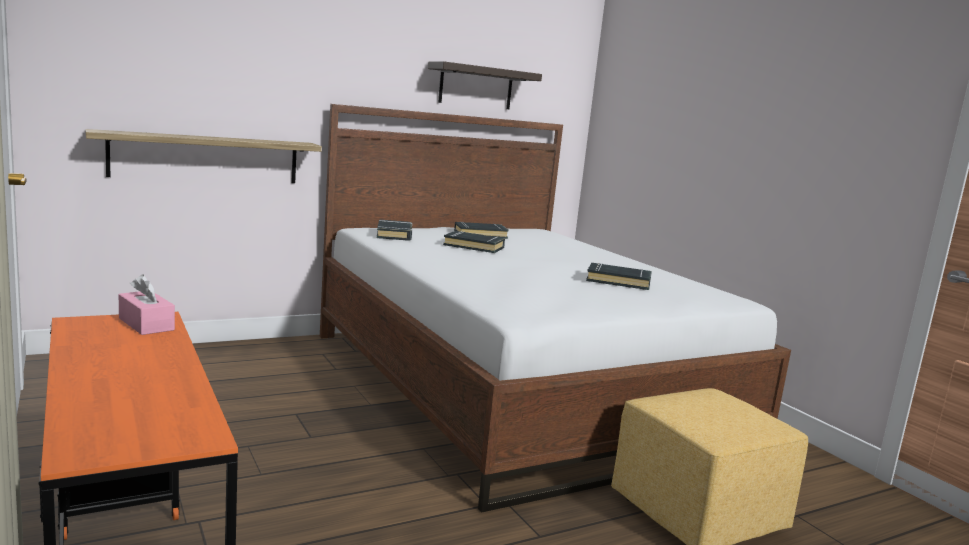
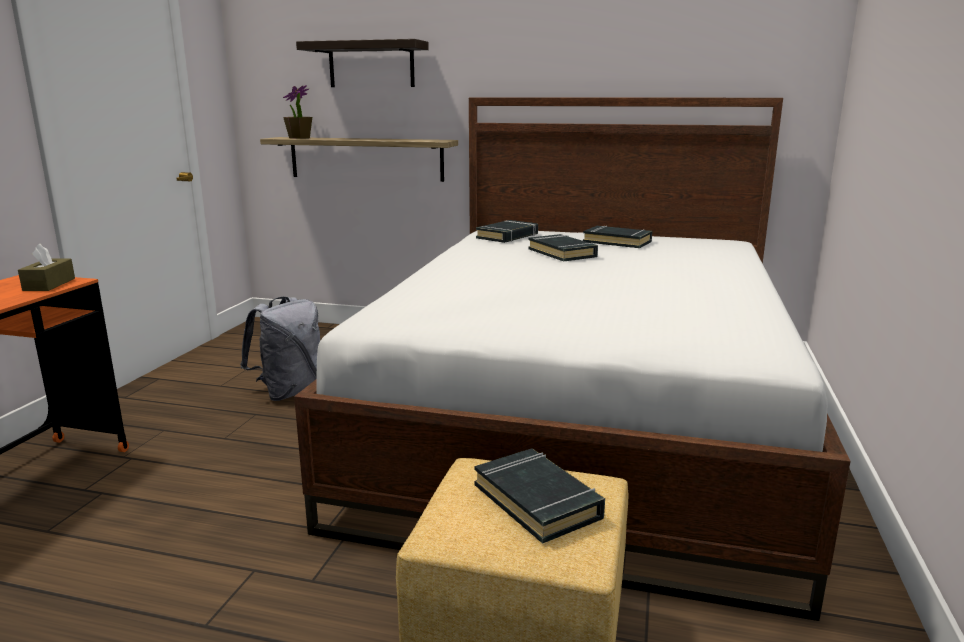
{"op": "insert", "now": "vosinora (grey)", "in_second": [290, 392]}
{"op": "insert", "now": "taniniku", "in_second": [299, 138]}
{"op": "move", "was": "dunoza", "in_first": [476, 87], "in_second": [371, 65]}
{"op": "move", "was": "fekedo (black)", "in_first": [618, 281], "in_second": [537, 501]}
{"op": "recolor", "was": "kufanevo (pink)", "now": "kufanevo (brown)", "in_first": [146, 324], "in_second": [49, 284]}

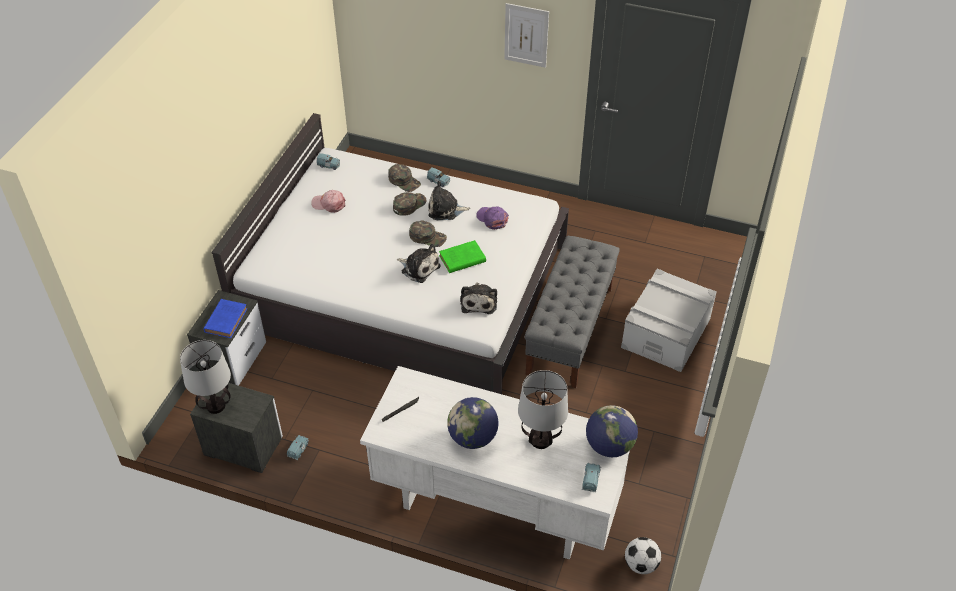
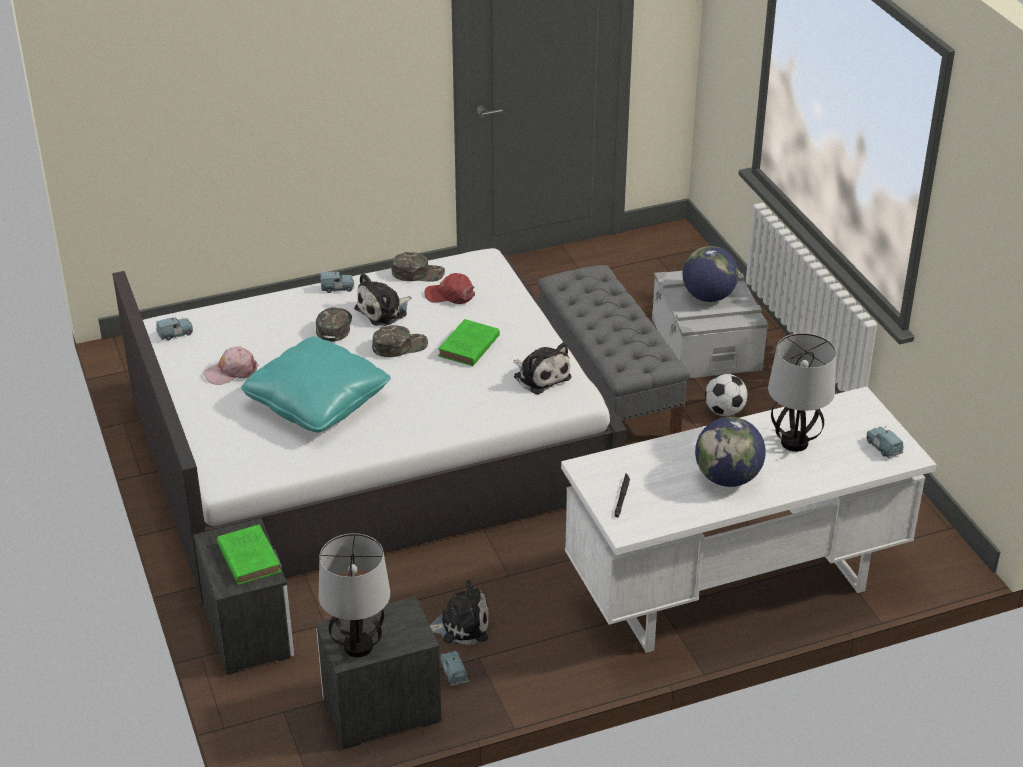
{"op": "delete", "was": "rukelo", "in_first": [526, 35]}
{"op": "insert", "now": "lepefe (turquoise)", "in_second": [317, 401]}
{"op": "move", "was": "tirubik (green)", "in_first": [404, 181], "in_second": [418, 273]}
{"op": "move", "was": "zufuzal", "in_first": [419, 268], "in_second": [461, 625]}
{"op": "move", "was": "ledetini", "in_first": [609, 446], "in_second": [708, 297]}
{"op": "move", "was": "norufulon", "in_first": [641, 564], "in_second": [724, 411]}
{"op": "recolor", "was": "fekedo (blue)", "now": "fekedo (green)", "in_first": [226, 319], "in_second": [248, 557]}
{"op": "recolor", "was": "tirubik (purple)", "now": "tirubik (red)", "in_first": [492, 219], "in_second": [450, 295]}

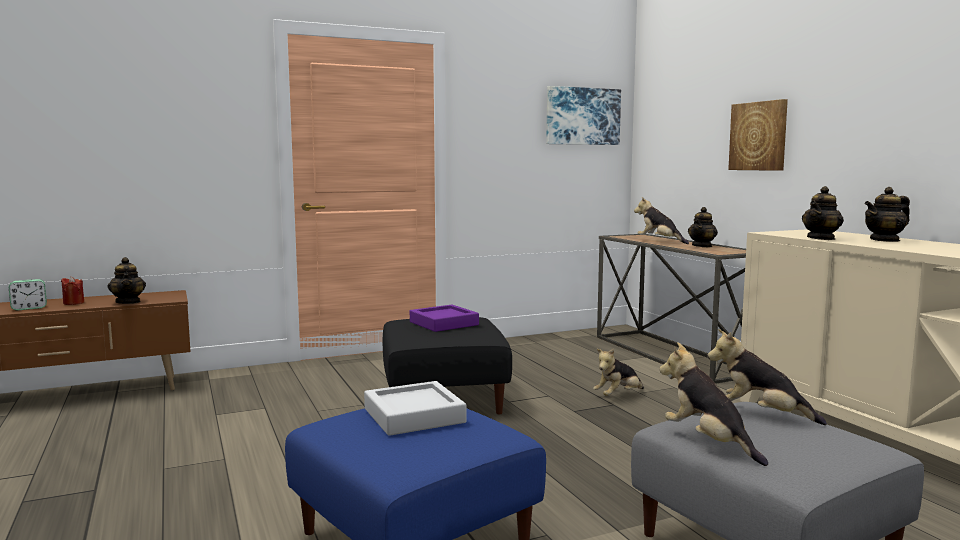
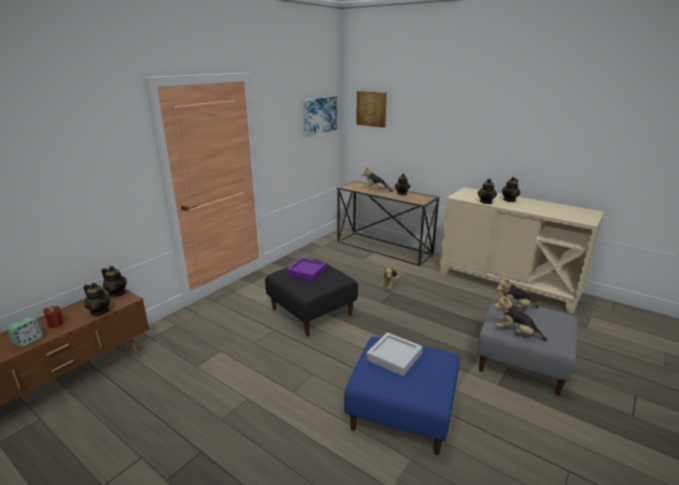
{"op": "insert", "now": "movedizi", "in_second": [117, 293]}
{"op": "move", "was": "rukelo", "in_first": [758, 136], "in_second": [371, 108]}

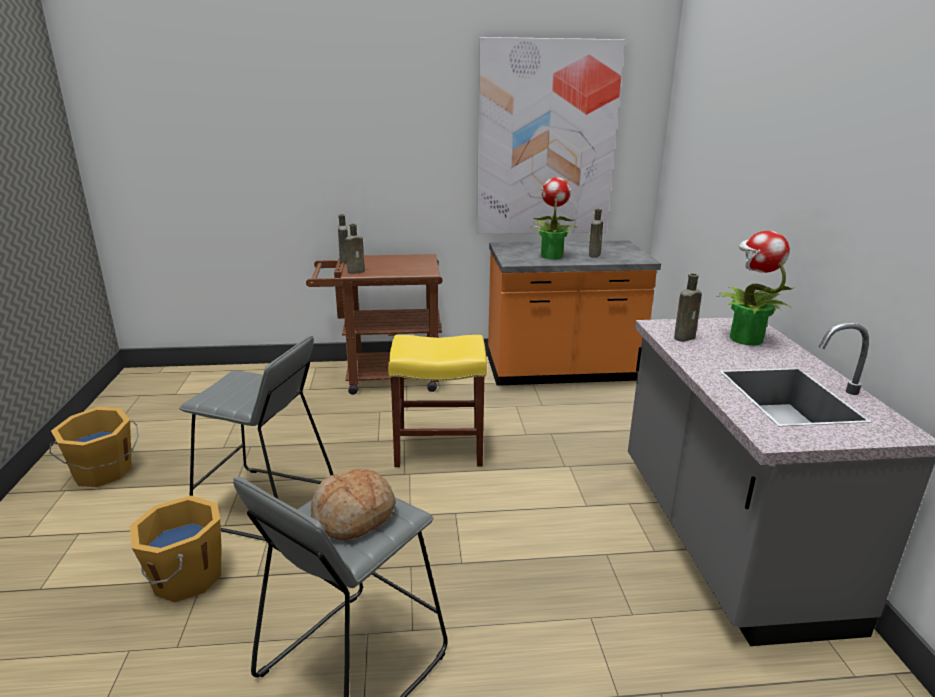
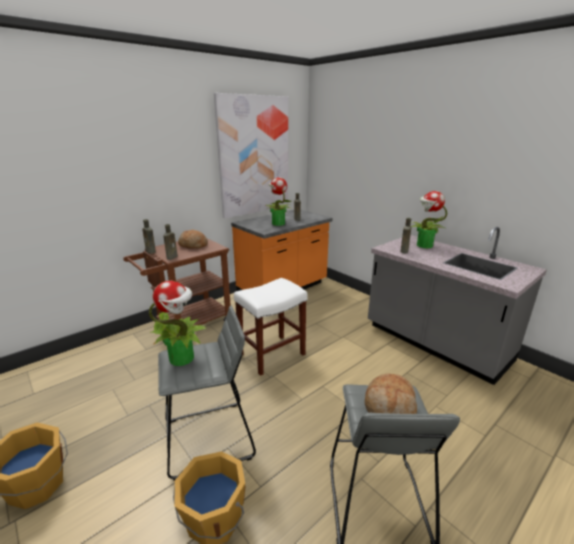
{"op": "insert", "now": "taniniku", "in_second": [182, 358]}
{"op": "insert", "now": "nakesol", "in_second": [193, 245]}
{"op": "recolor", "was": "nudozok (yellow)", "now": "nudozok (white)", "in_first": [440, 448], "in_second": [272, 354]}

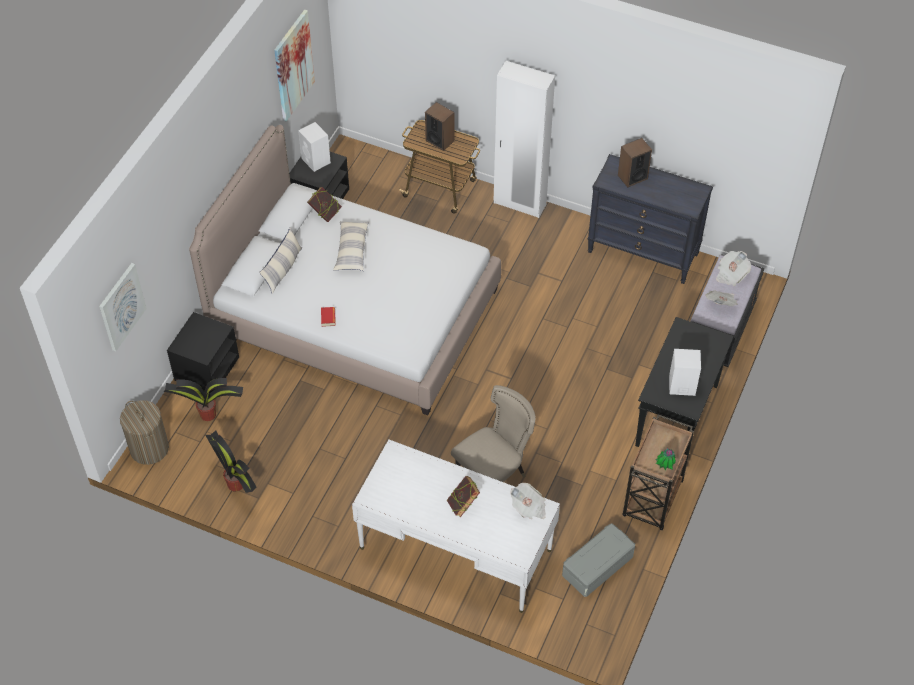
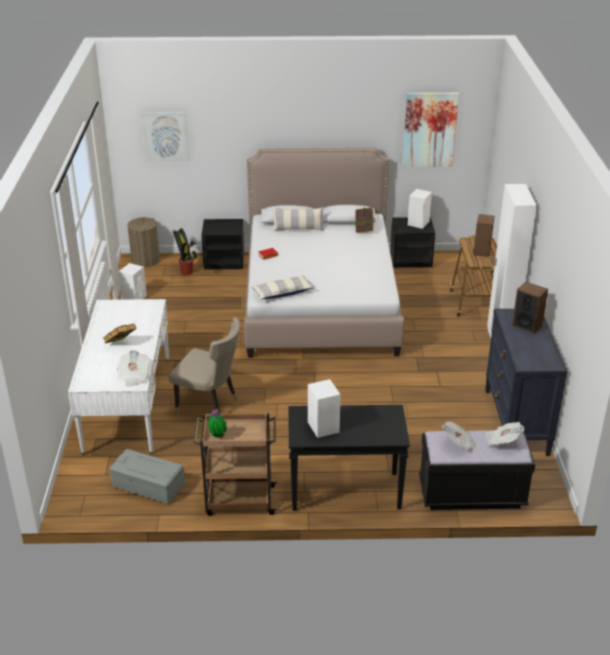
{"op": "move", "was": "lepefe", "in_first": [351, 250], "in_second": [283, 293]}
{"op": "replace", "was": "taniniku", "now": "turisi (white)", "in_first": [236, 485], "in_second": [134, 298]}

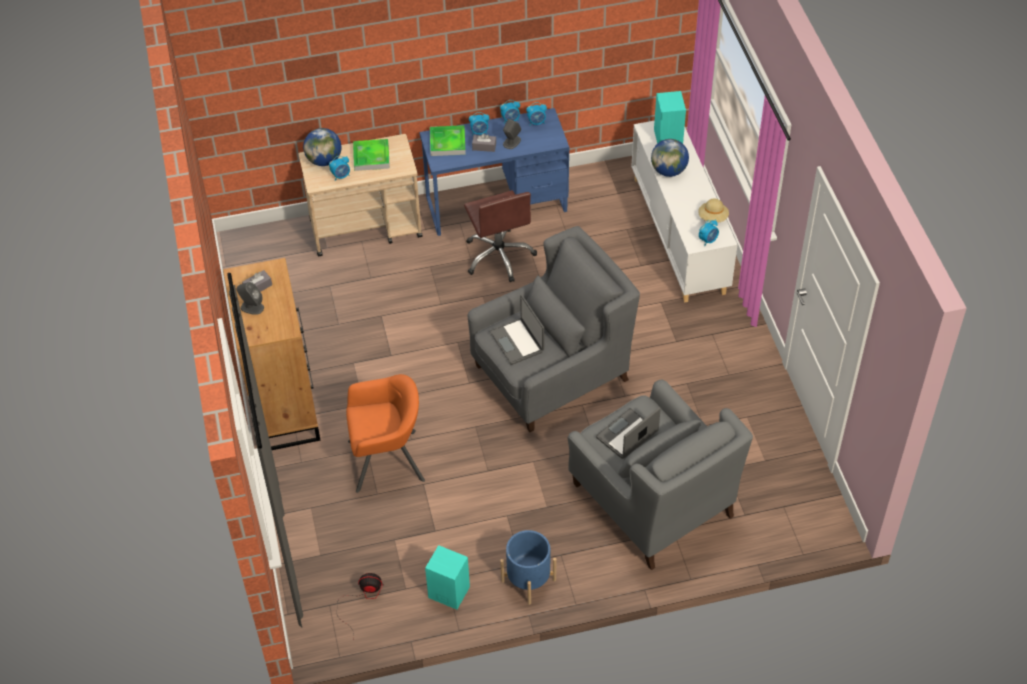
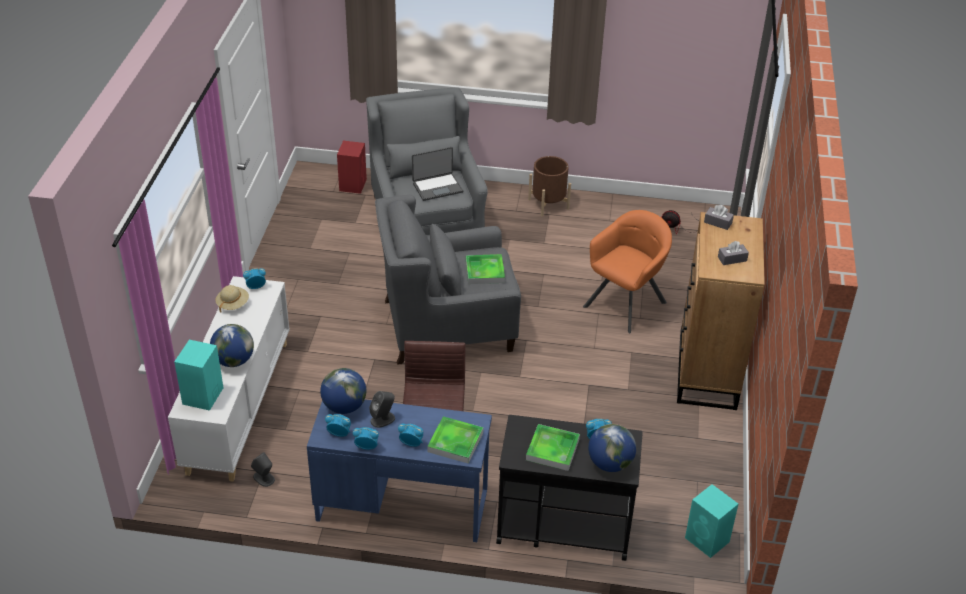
{"op": "insert", "now": "ledetini", "in_second": [344, 407]}
{"op": "insert", "now": "turisi (red)", "in_second": [353, 184]}
{"op": "move", "was": "turisi (grey)", "in_first": [252, 307], "in_second": [264, 478]}
{"op": "move", "was": "turisi (turquoise)", "in_first": [448, 592], "in_second": [708, 540]}
{"op": "move", "was": "kufanevo (grey)", "in_first": [484, 147], "in_second": [718, 222]}
{"op": "replace", "was": "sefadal", "now": "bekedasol", "in_first": [517, 341], "in_second": [485, 271]}
{"op": "recolor", "was": "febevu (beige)", "now": "febevu (black)", "in_first": [366, 228], "in_second": [563, 525]}
{"op": "recolor", "was": "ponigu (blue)", "now": "ponigu (brown)", "in_first": [528, 580], "in_second": [548, 204]}
{"op": "rotate", "was": "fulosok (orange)", "in_first": [387, 461], "in_second": [625, 304], "clockwise": 120}

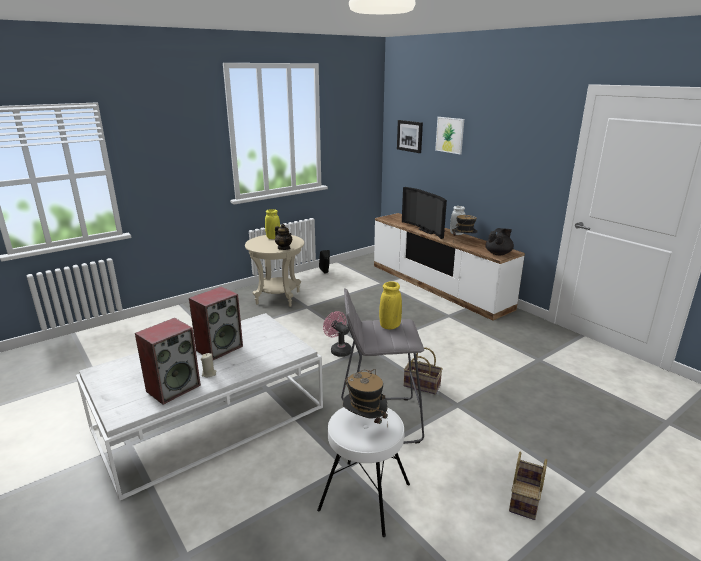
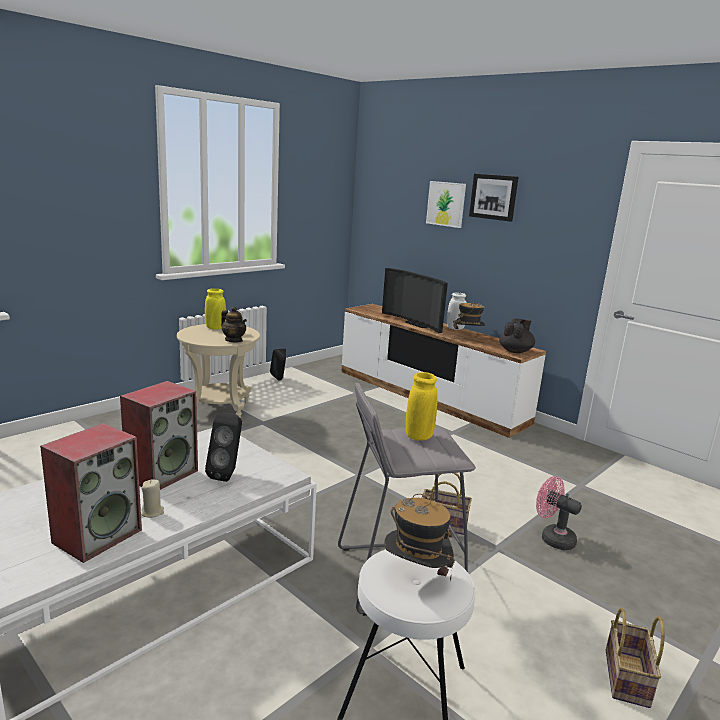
{"op": "insert", "now": "turisi (black)", "in_second": [227, 474]}
{"op": "move", "was": "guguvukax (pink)", "in_first": [338, 350], "in_second": [552, 538]}
{"op": "move", "was": "rukelo", "in_first": [410, 136], "in_second": [493, 197]}

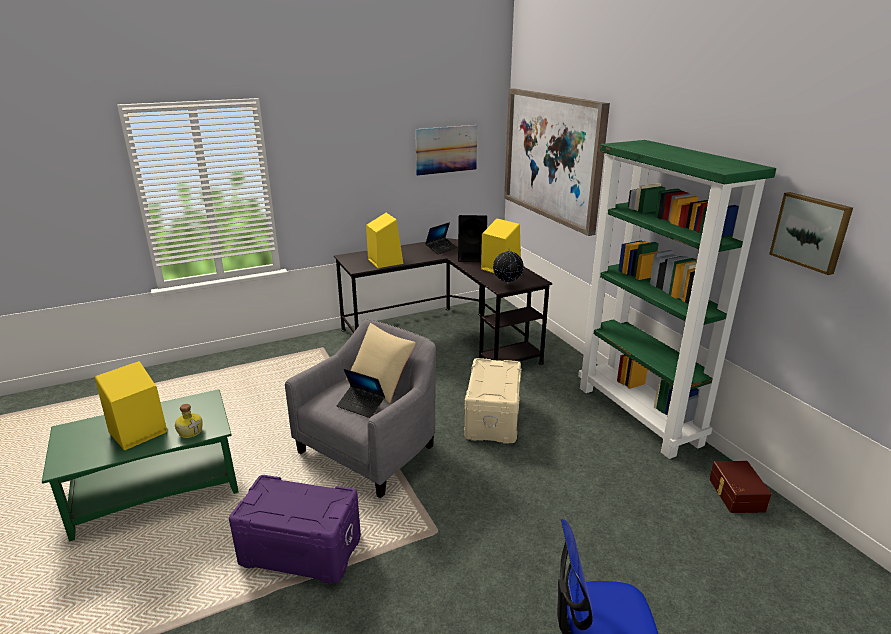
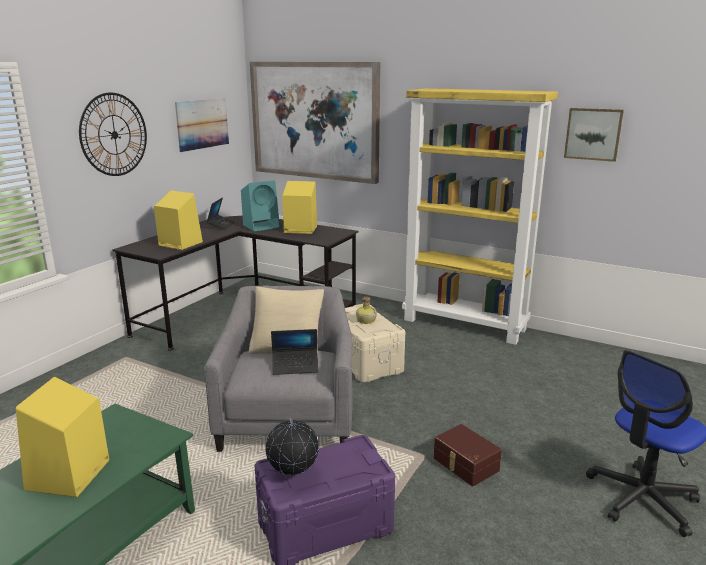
{"op": "insert", "now": "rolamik", "in_second": [114, 135]}
{"op": "move", "was": "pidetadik", "in_first": [190, 431], "in_second": [365, 320]}
{"op": "move", "was": "ledetini", "in_first": [507, 284], "in_second": [293, 475]}
{"op": "move", "was": "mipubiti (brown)", "in_first": [735, 495], "in_second": [464, 465]}
{"op": "recolor", "was": "turisi (black)", "now": "turisi (turquoise)", "in_first": [473, 257], "in_second": [262, 226]}
{"op": "recolor", "was": "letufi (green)", "now": "letufi (yellow)", "in_first": [639, 415], "in_second": [465, 324]}

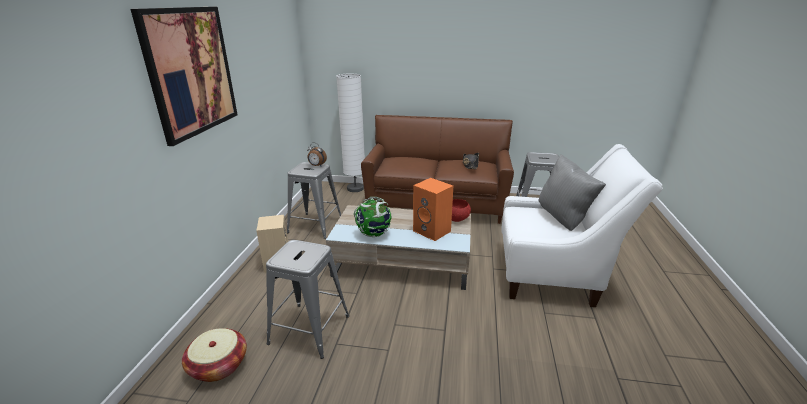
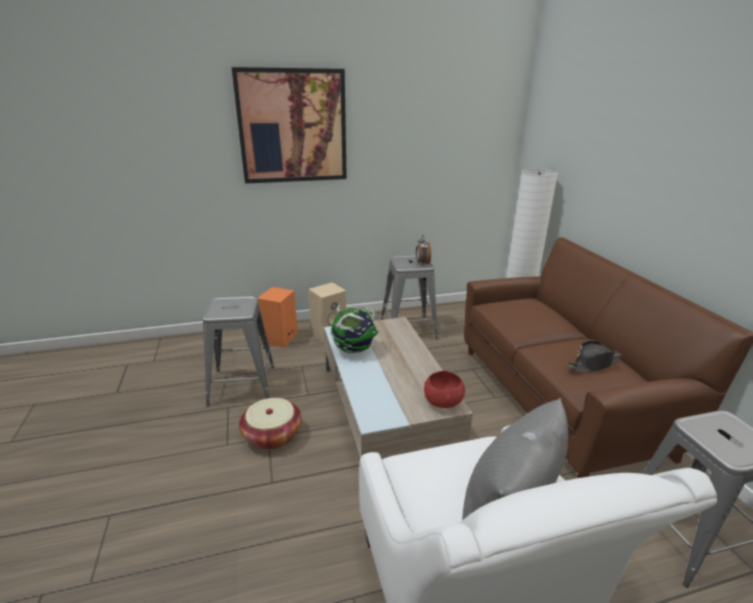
{"op": "move", "was": "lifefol", "in_first": [218, 365], "in_second": [272, 435]}
{"op": "move", "was": "turisi (orange)", "in_first": [433, 231], "in_second": [280, 339]}

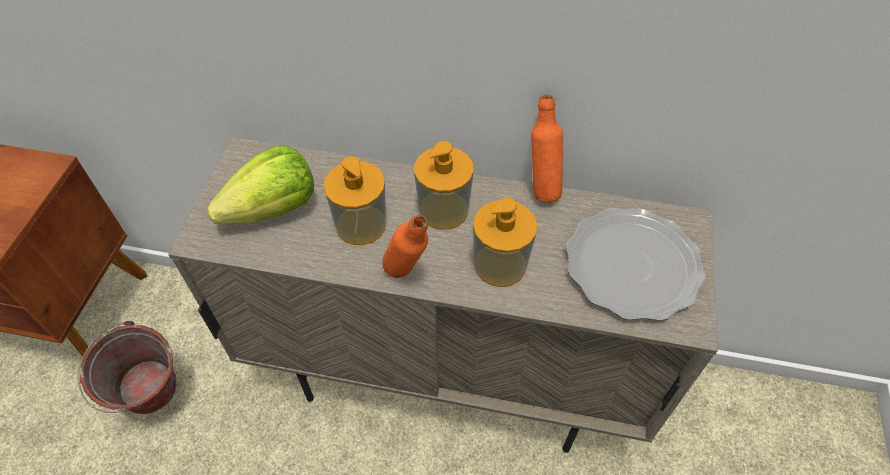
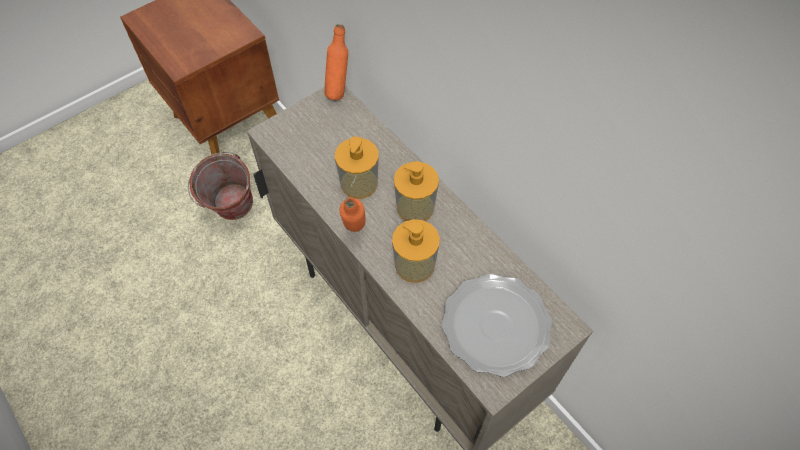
{"op": "delete", "was": "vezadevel", "in_first": [274, 209]}
{"op": "move", "was": "pidetadik (orange)", "in_first": [541, 188], "in_second": [338, 91]}

